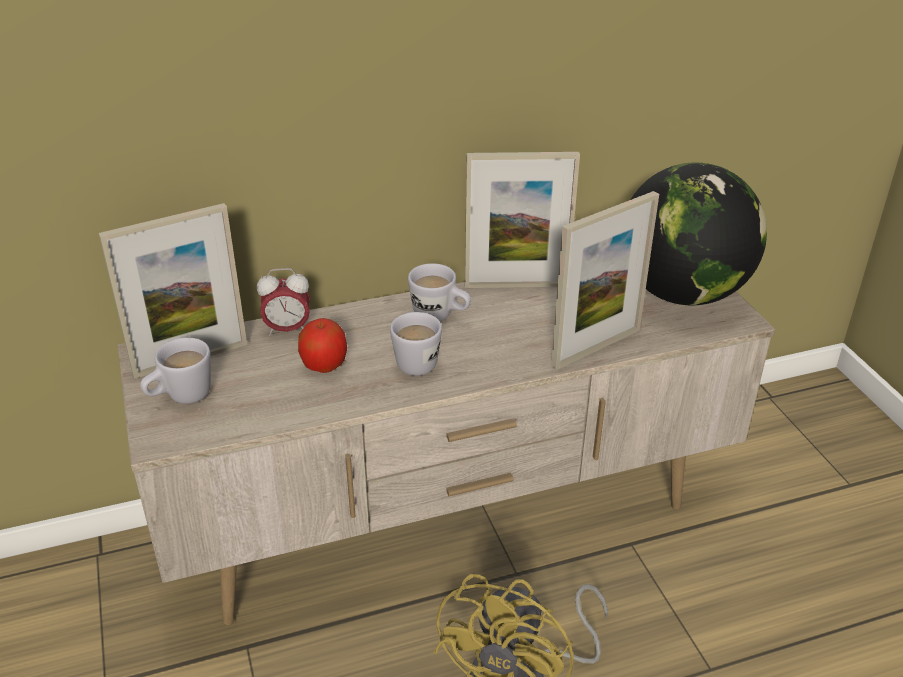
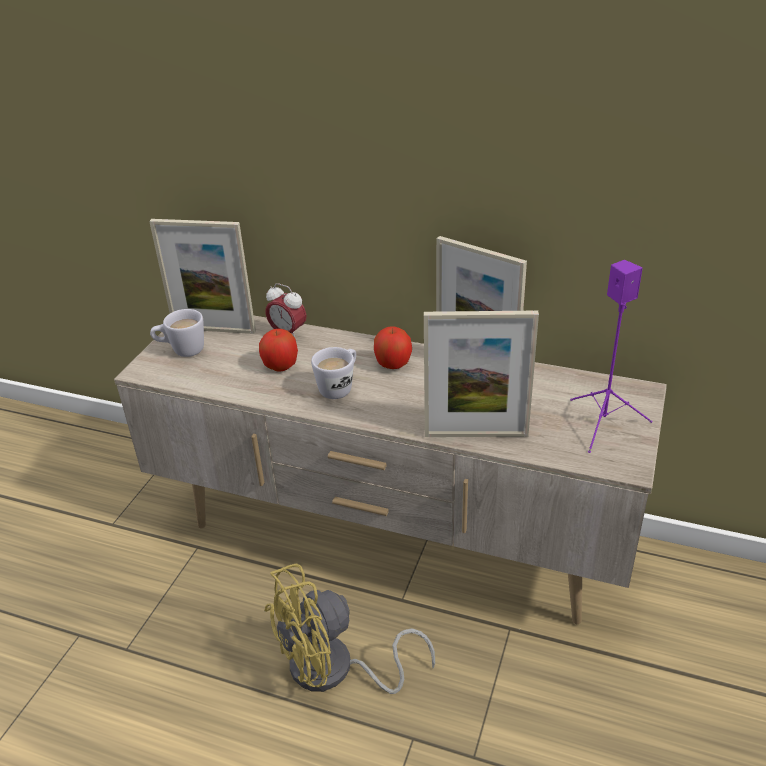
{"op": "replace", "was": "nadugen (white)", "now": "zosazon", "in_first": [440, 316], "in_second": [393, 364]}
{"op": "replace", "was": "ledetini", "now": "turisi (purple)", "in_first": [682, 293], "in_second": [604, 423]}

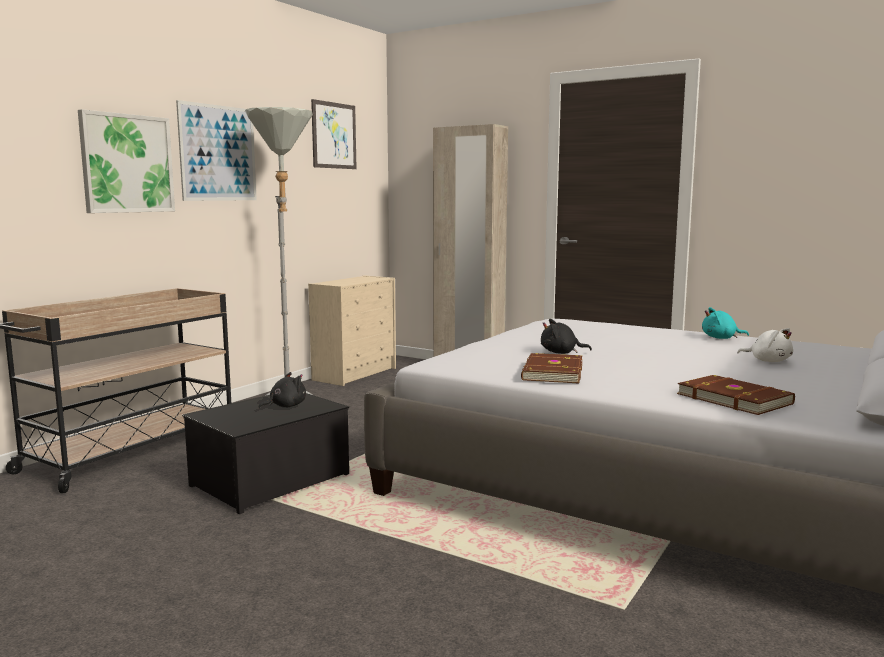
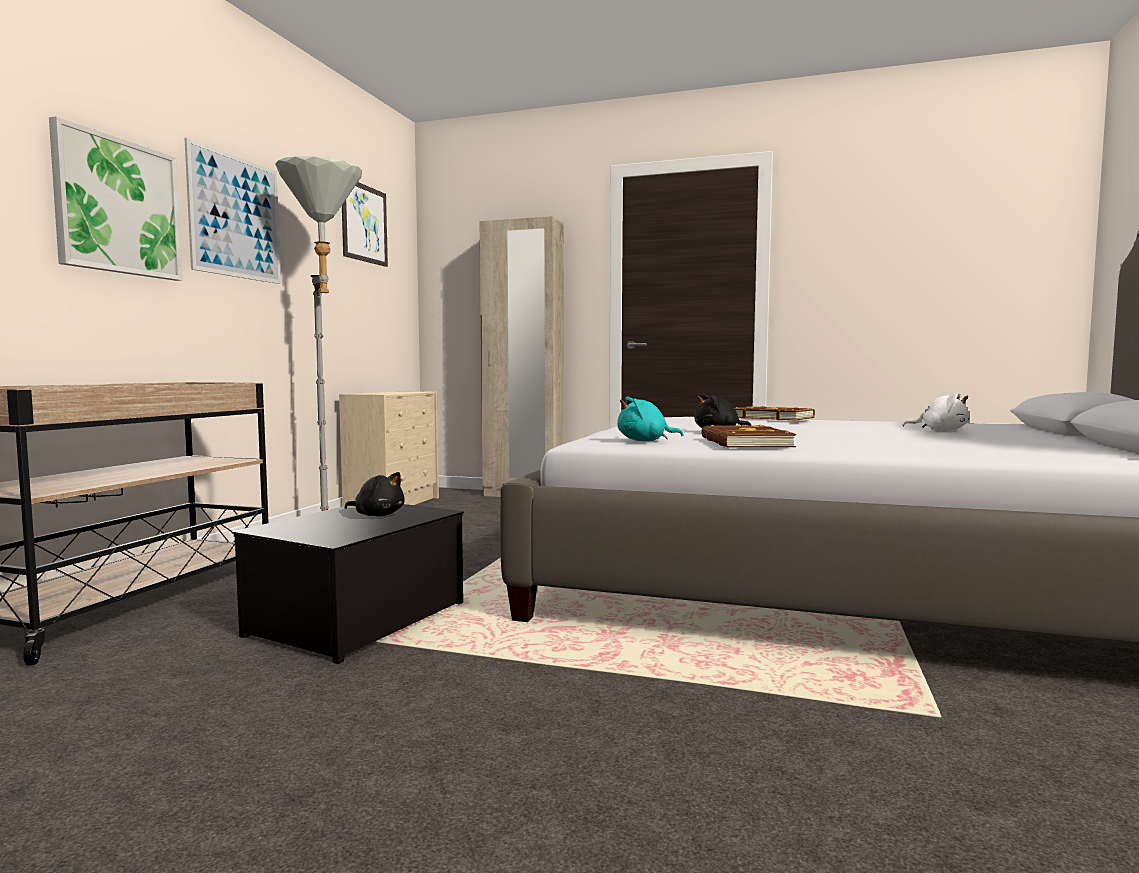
{"op": "move", "was": "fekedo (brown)", "in_first": [734, 398], "in_second": [771, 418]}
{"op": "move", "was": "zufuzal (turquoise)", "in_first": [721, 338], "in_second": [645, 441]}
{"op": "rotate", "was": "zufuzal (black)", "in_first": [285, 406], "in_second": [377, 515], "clockwise": 75}

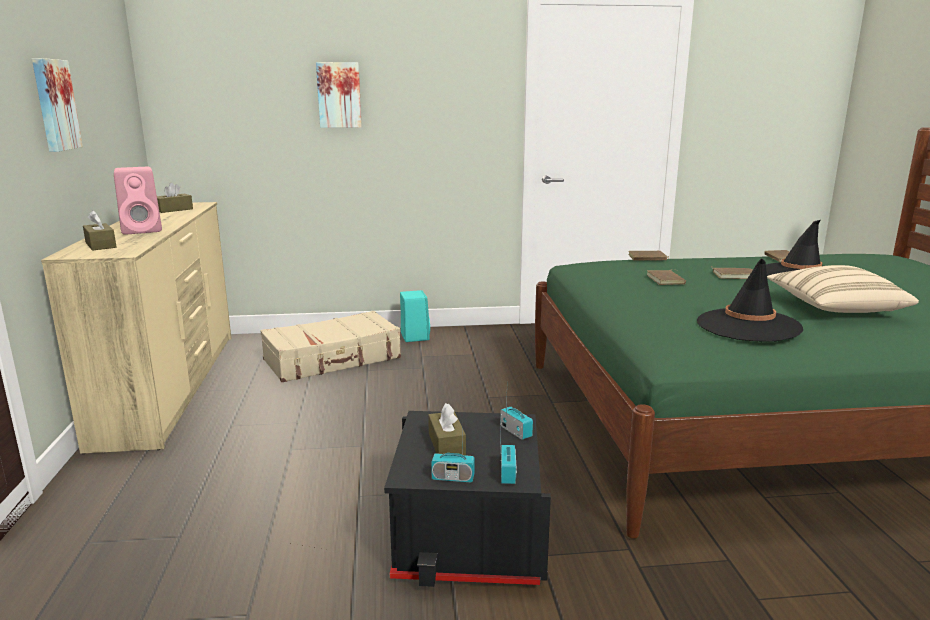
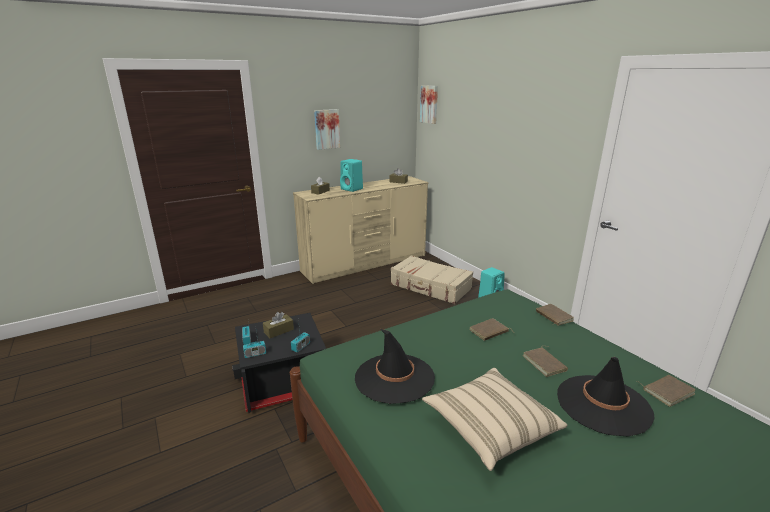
{"op": "move", "was": "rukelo", "in_first": [339, 95], "in_second": [429, 104]}
{"op": "recolor", "was": "turisi (pink)", "now": "turisi (turquoise)", "in_first": [143, 230], "in_second": [352, 189]}

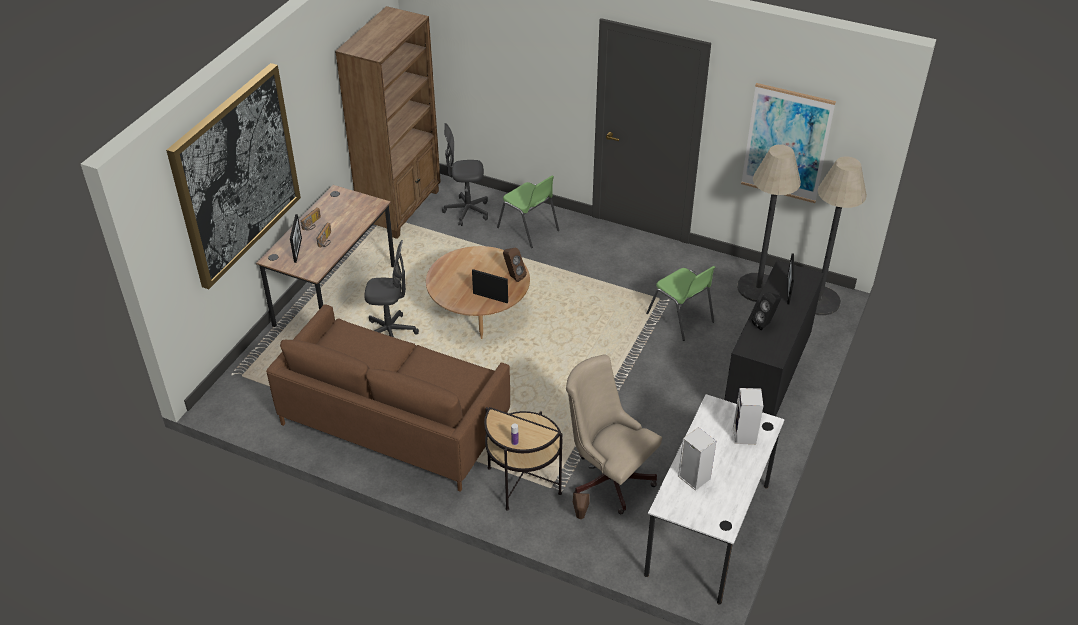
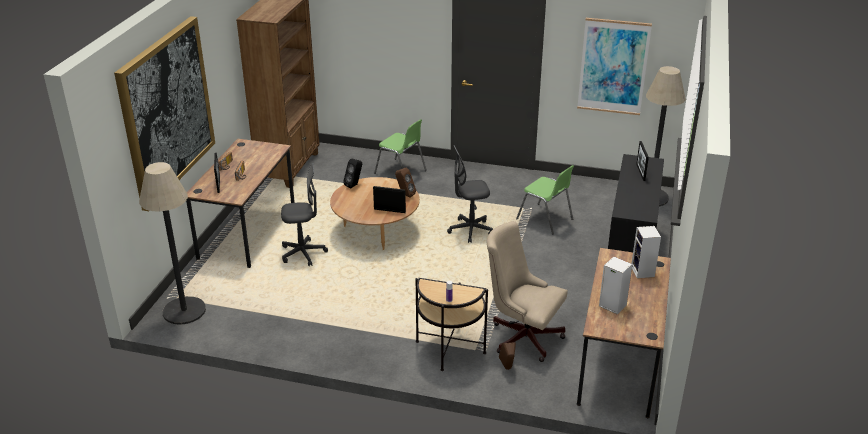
{"op": "delete", "was": "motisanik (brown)", "in_first": [394, 421]}
{"op": "move", "was": "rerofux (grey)", "in_first": [467, 211], "in_second": [470, 230]}
{"op": "move", "was": "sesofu", "in_first": [758, 288], "in_second": [184, 311]}
{"op": "move", "was": "turisi (black)", "in_first": [765, 324], "in_second": [354, 185]}
{"op": "recolor", "was": "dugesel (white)", "now": "dugesel (brown)", "in_first": [708, 529], "in_second": [619, 364]}

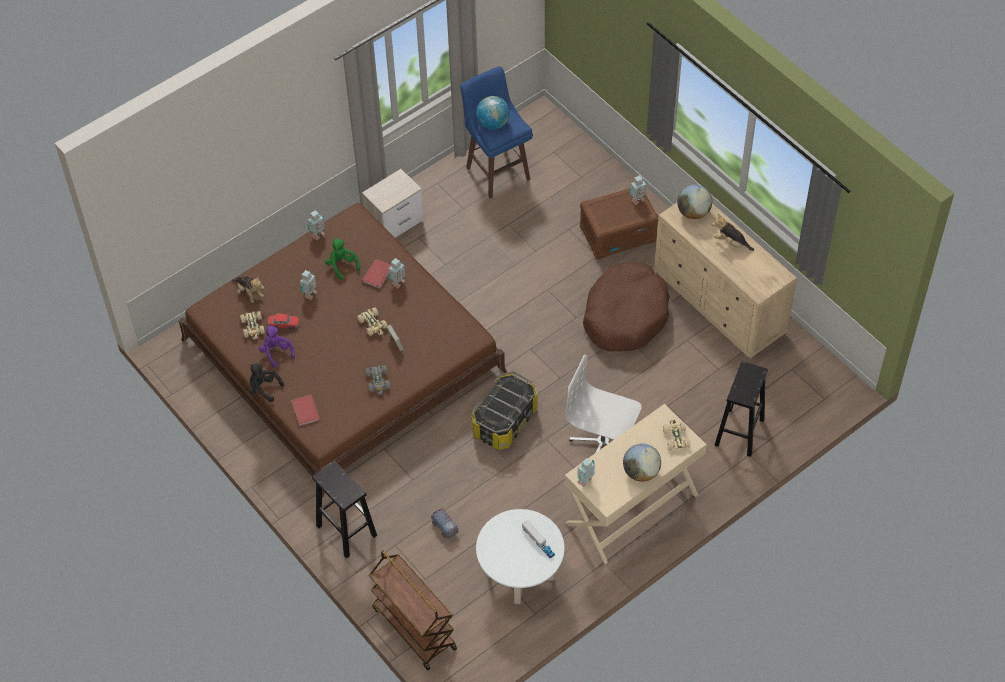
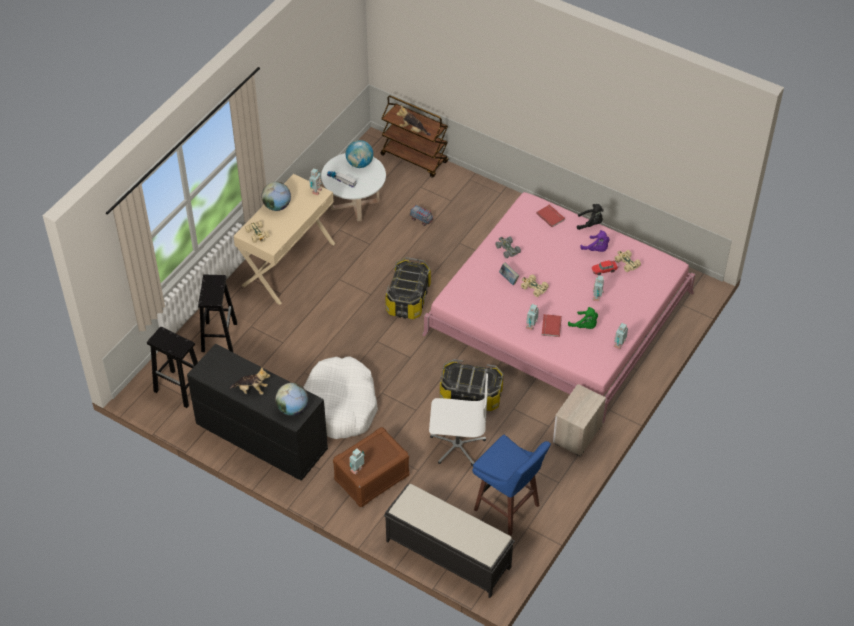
{"op": "insert", "now": "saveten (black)", "in_second": [447, 554]}
{"op": "insert", "now": "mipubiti", "in_second": [471, 395]}
{"op": "move", "was": "zufuzal", "in_first": [249, 293], "in_second": [413, 130]}
{"op": "move", "was": "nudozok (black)", "in_first": [345, 530], "in_second": [180, 389]}
{"op": "move", "was": "ledetini", "in_first": [493, 123], "in_second": [359, 164]}
{"op": "move", "was": "rerofux (white)", "in_first": [602, 443], "in_second": [457, 445]}
{"op": "recolor", "was": "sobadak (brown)", "now": "sobadak (pink)", "in_first": [343, 356], "in_second": [559, 313]}
{"op": "recolor", "was": "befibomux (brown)", "now": "befibomux (white)", "in_first": [625, 315], "in_second": [340, 405]}
{"op": "recolor", "was": "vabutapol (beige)", "now": "vabutapol (black)", "in_first": [720, 303], "in_second": [261, 437]}

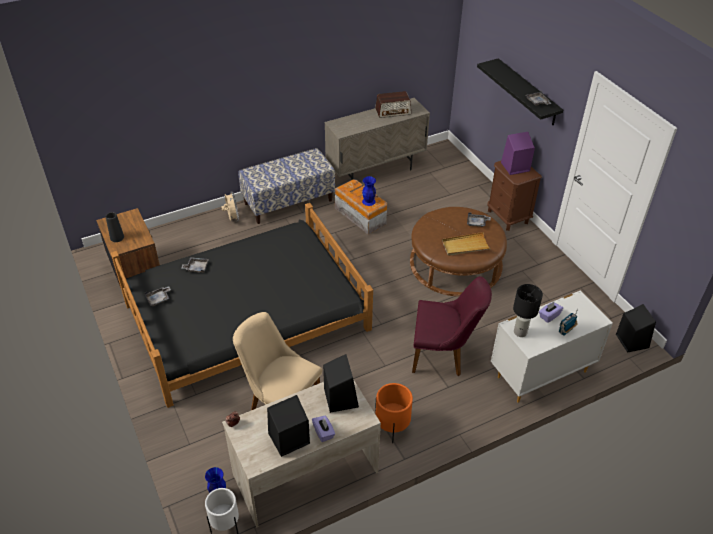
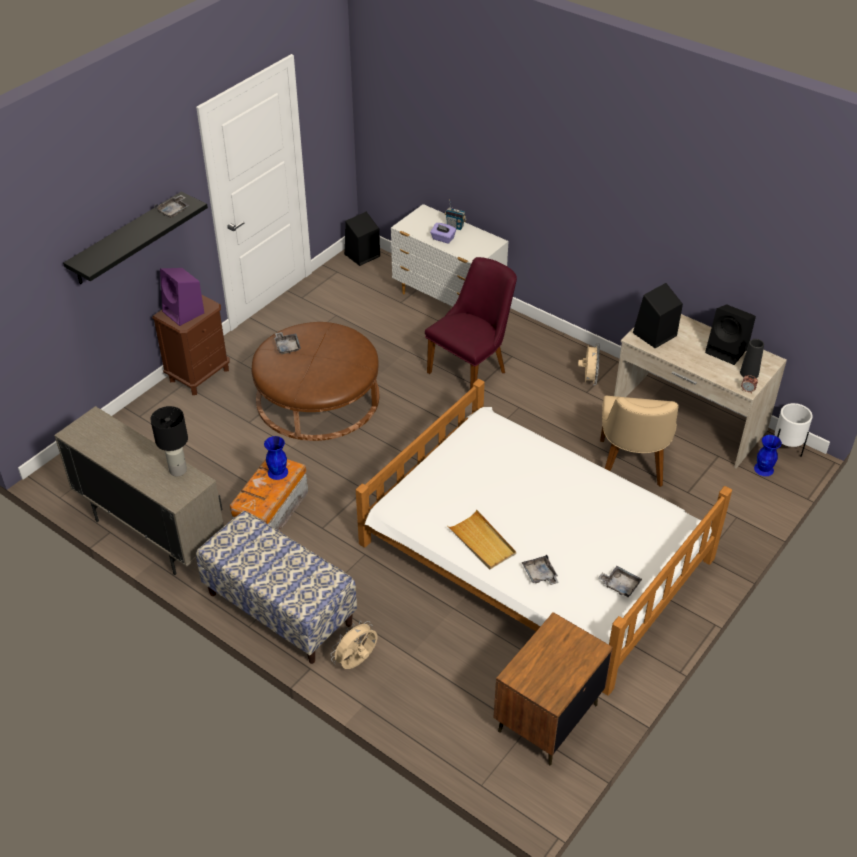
{"op": "delete", "was": "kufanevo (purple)", "in_first": [323, 433]}
{"op": "delete", "was": "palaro", "in_first": [393, 111]}
{"op": "move", "was": "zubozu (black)", "in_first": [117, 237], "in_second": [749, 373]}
{"op": "move", "was": "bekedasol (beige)", "in_first": [465, 246], "in_second": [482, 542]}
{"op": "move", "was": "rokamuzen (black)", "in_first": [520, 332], "in_second": [178, 470]}
{"op": "replace", "was": "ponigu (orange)", "now": "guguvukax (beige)", "in_first": [392, 425], "in_second": [588, 379]}
{"op": "recolor", "was": "sobadak (black)", "now": "sobadak (white)", "in_first": [247, 316], "in_second": [534, 551]}
{"op": "rotate", "was": "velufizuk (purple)", "in_first": [444, 355], "in_second": [472, 369], "clockwise": 60}

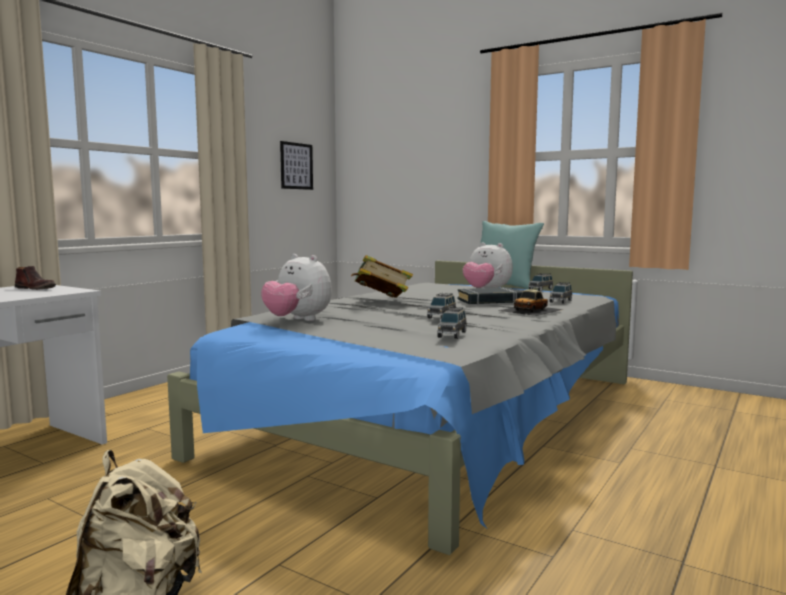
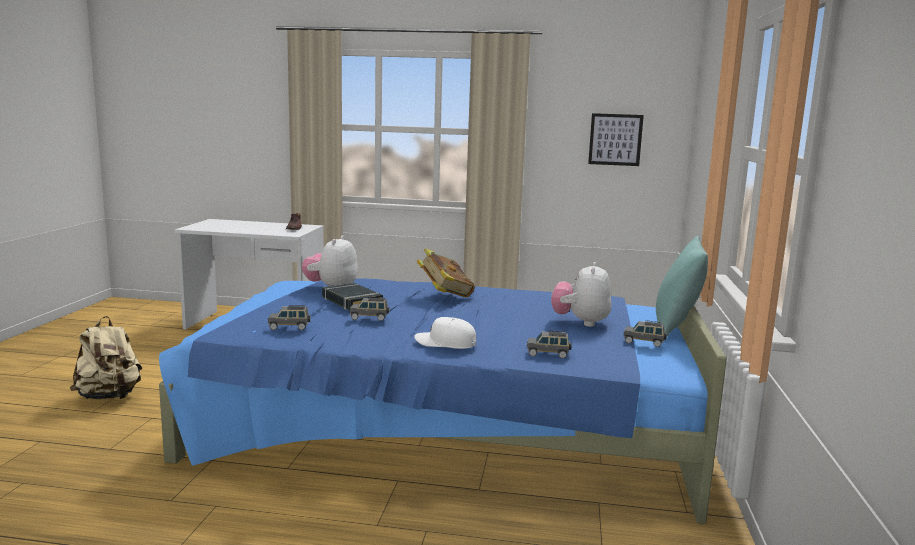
{"op": "move", "was": "fekedo (black)", "in_first": [489, 301], "in_second": [351, 302]}
{"op": "replace", "was": "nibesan", "now": "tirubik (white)", "in_first": [531, 310], "in_second": [445, 343]}
{"op": "recolor", "was": "sobadak (grey)", "now": "sobadak (blue)", "in_first": [438, 416], "in_second": [442, 423]}

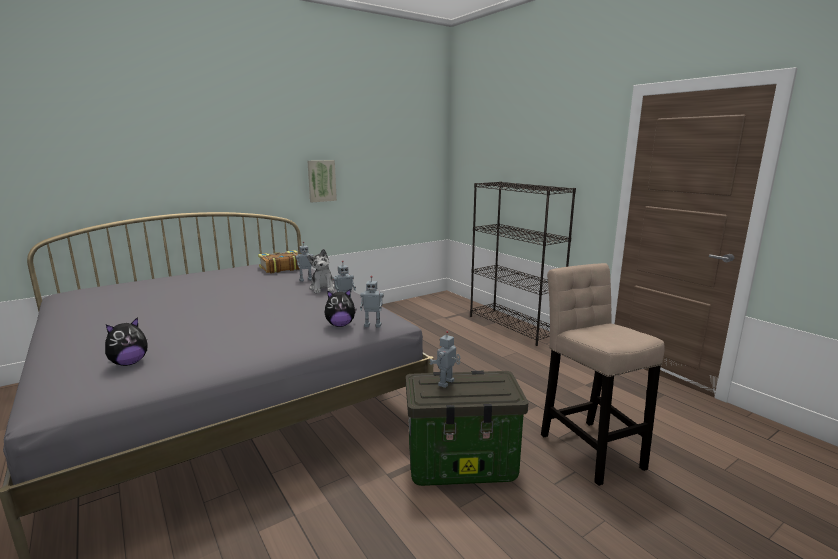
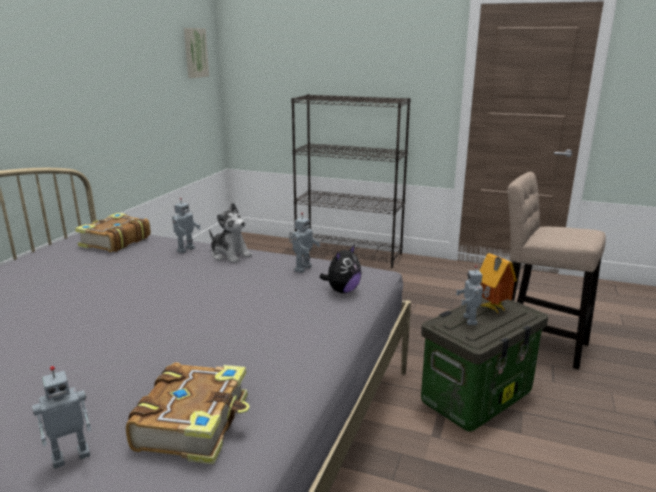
{"op": "insert", "now": "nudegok", "in_second": [492, 309]}
{"op": "move", "was": "rukelo", "in_first": [321, 181], "in_second": [195, 53]}
{"op": "move", "was": "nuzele", "in_first": [373, 325], "in_second": [71, 456]}
{"op": "replace", "was": "zufuzal", "now": "fekedo", "in_first": [129, 363], "in_second": [195, 423]}

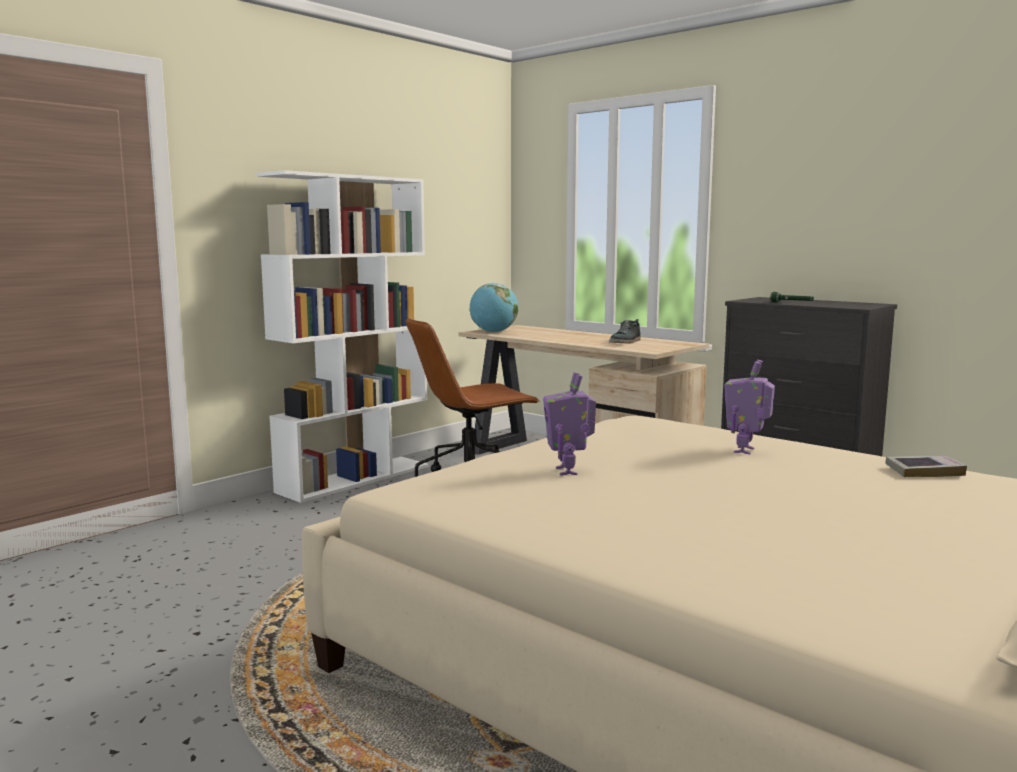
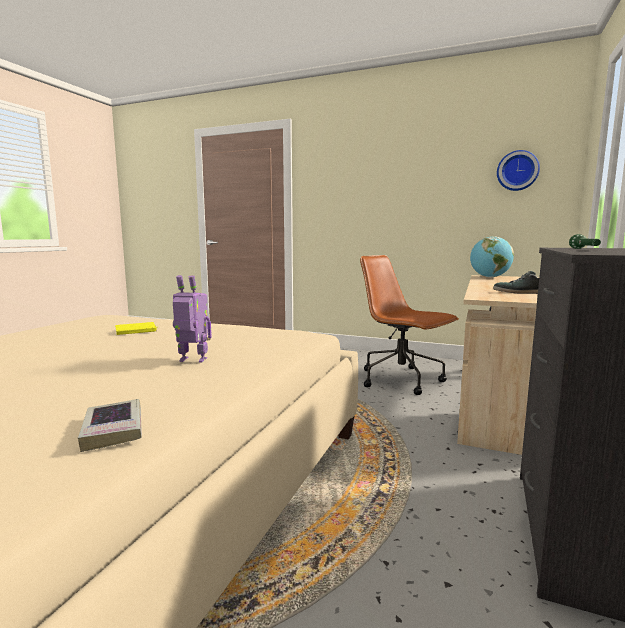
{"op": "delete", "was": "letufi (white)", "in_first": [355, 478]}
{"op": "insert", "now": "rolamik", "in_second": [517, 171]}
{"op": "replace", "was": "nuzele", "now": "fekedo (yellow)", "in_first": [568, 471], "in_second": [136, 331]}

